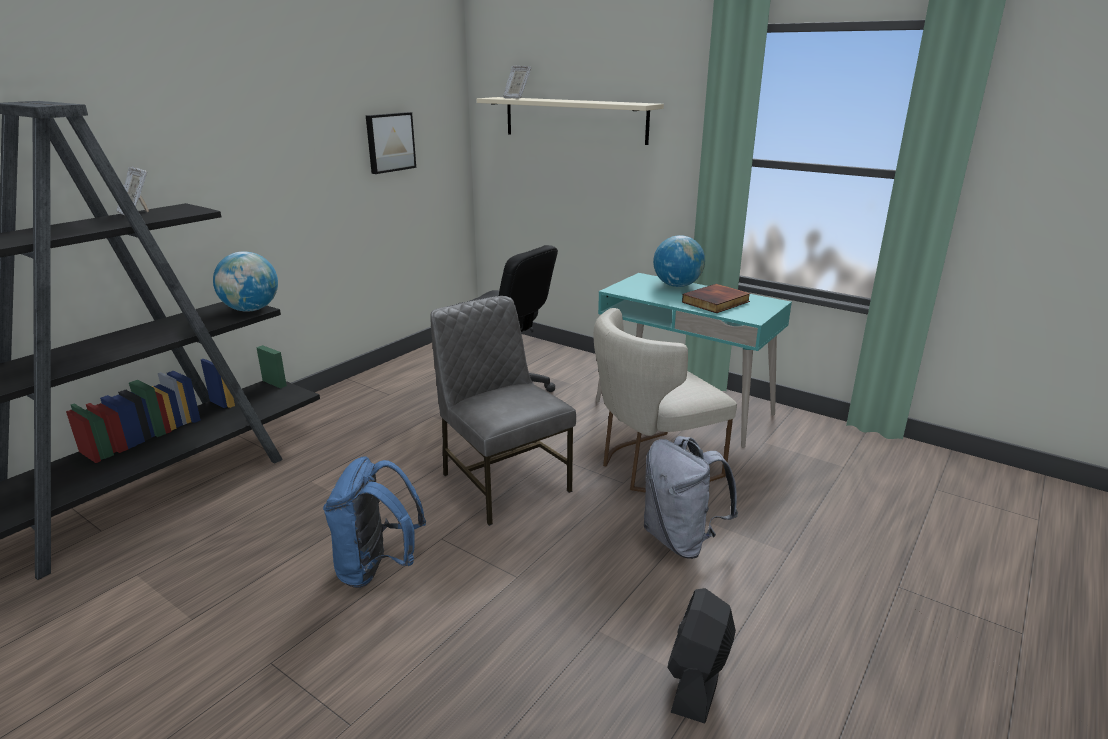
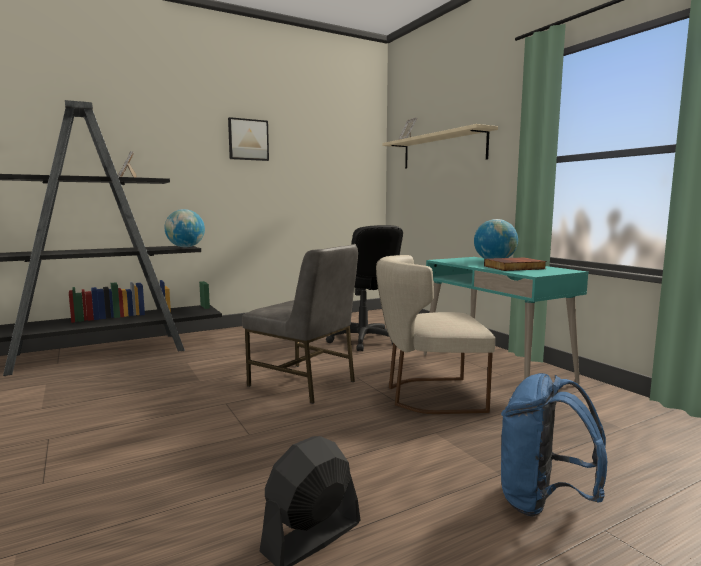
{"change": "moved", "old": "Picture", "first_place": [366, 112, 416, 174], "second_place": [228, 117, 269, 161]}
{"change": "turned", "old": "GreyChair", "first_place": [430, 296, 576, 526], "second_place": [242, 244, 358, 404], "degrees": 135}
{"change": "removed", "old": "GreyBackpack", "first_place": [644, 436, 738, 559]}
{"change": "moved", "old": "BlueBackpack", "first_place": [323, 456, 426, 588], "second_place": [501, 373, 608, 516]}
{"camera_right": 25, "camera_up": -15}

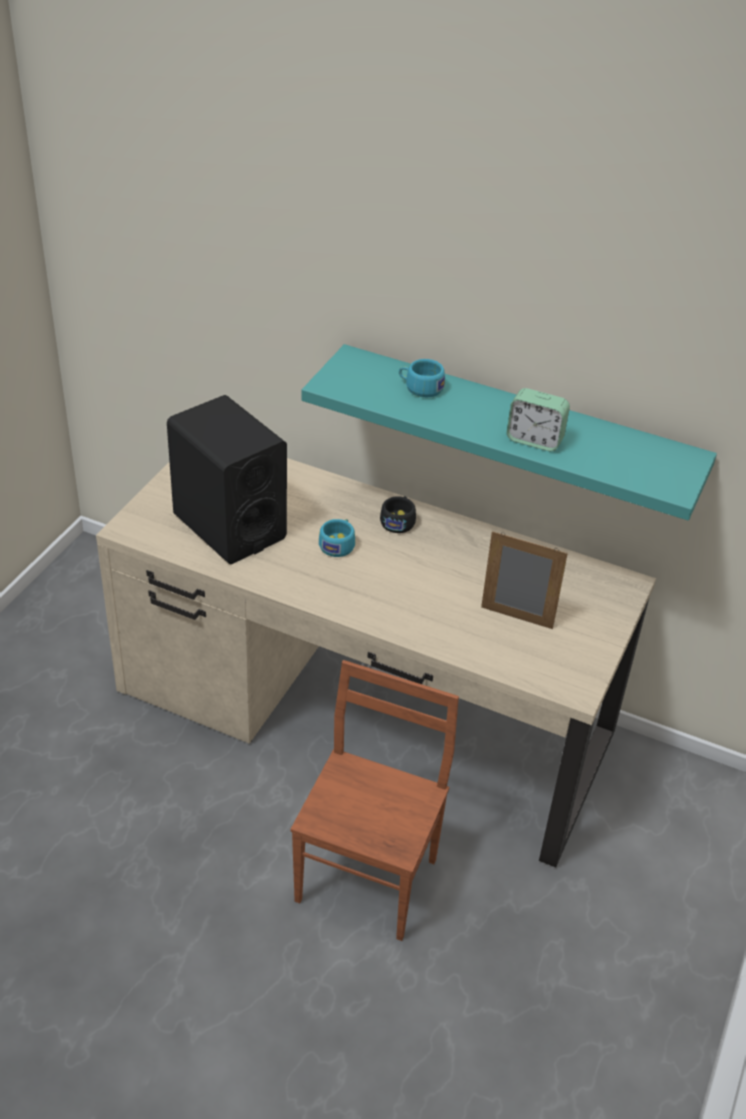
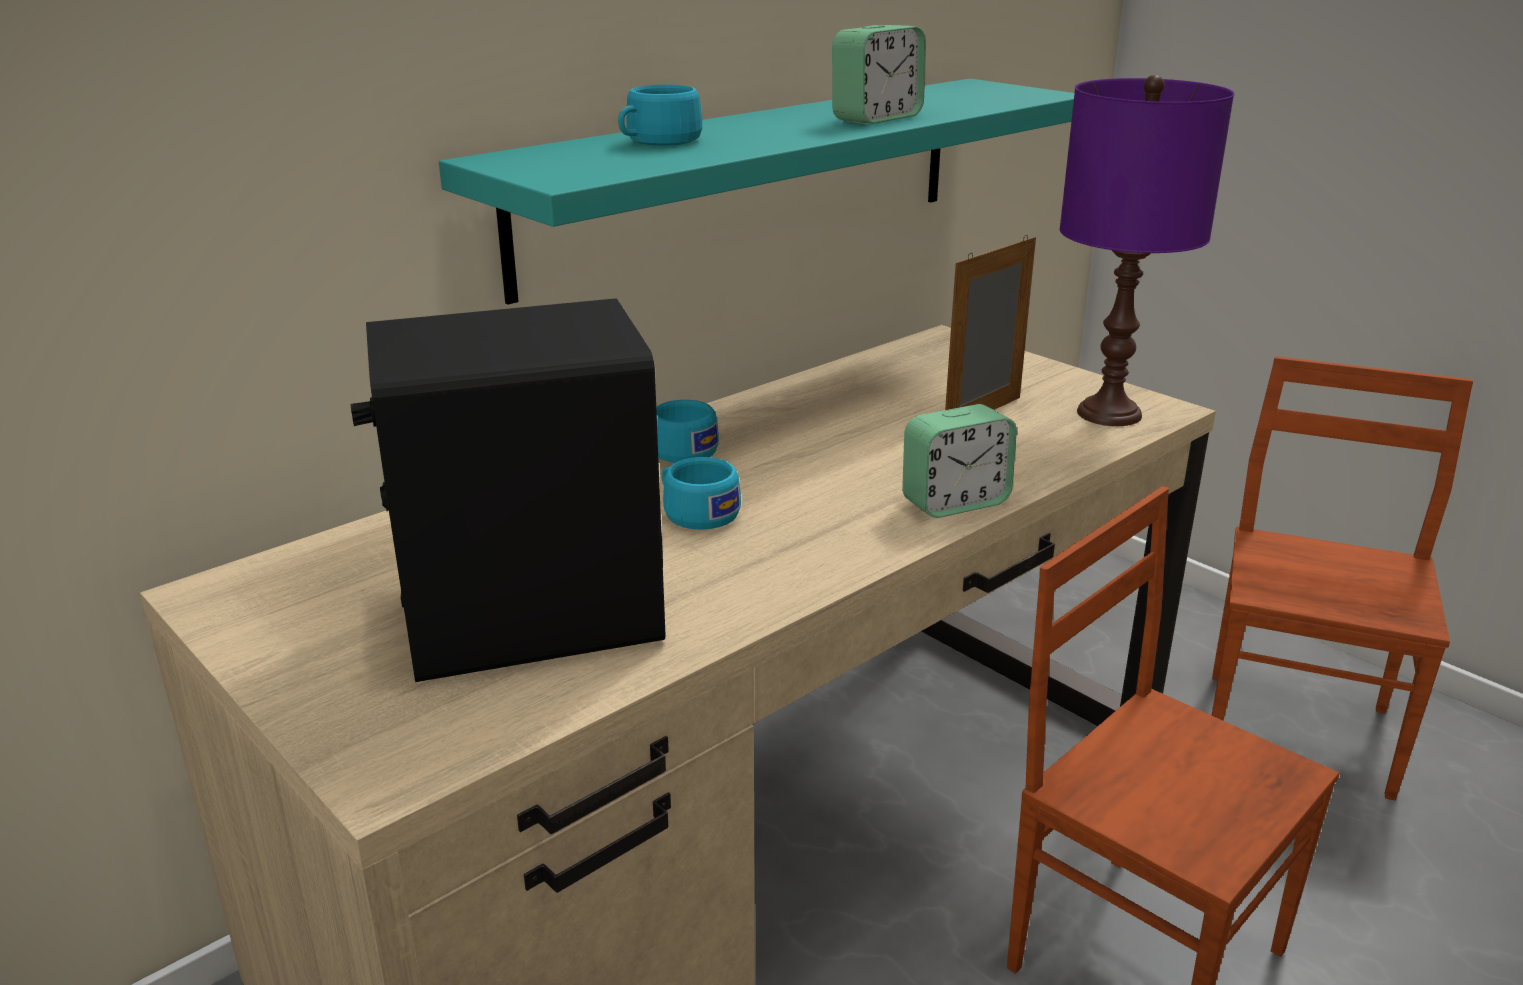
{"change": "recoloured", "old": "BlackCup", "new": "TurquoiseCup", "first_place": [380, 496, 416, 533], "second_place": [656, 400, 719, 463]}
{"change": "added", "new": "PurpleTableLamp", "second_place": [1060, 75, 1234, 426]}
{"change": "added", "new": "BrownChair", "second_place": [1212, 356, 1473, 801]}
{"change": "added", "new": "AlarmClock", "second_place": [902, 404, 1017, 518]}
{"camera_right": -65, "camera_up": -15}

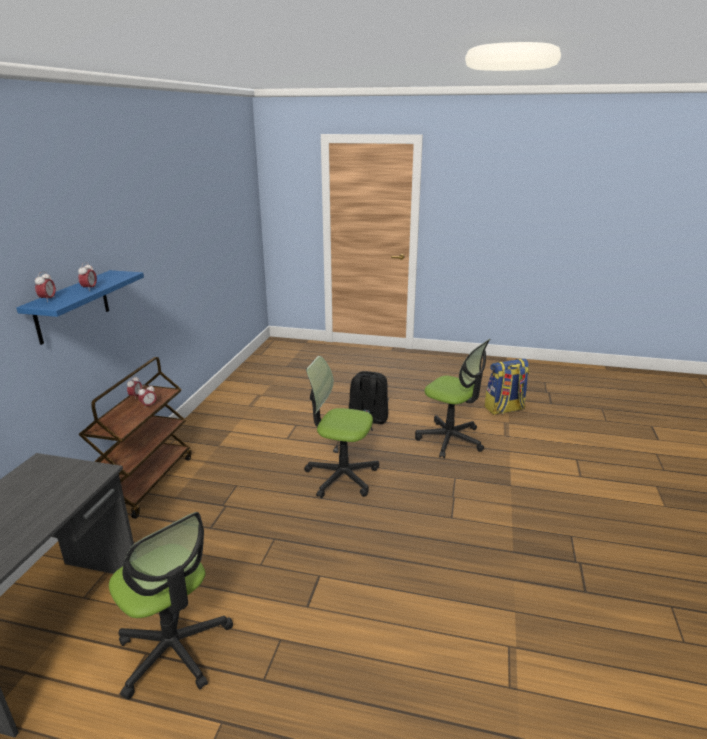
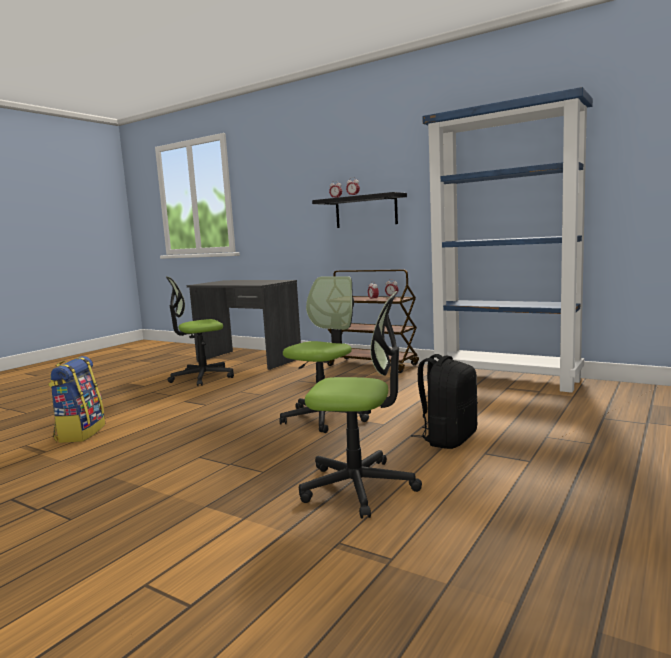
{"change": "recoloured", "old": "BlueShelf", "new": "BlackShelf", "first_place": [16, 270, 144, 345], "second_place": [312, 192, 407, 228]}
{"change": "turned", "old": "OfficeChair", "first_place": [415, 339, 490, 458], "second_place": [299, 291, 422, 519], "degrees": -135}
{"change": "moved", "old": "Backpack", "first_place": [485, 358, 529, 415], "second_place": [48, 356, 105, 443]}
{"change": "added", "new": "BlueBookcase", "second_place": [422, 87, 593, 393]}
{"camera_right": 110, "camera_up": -15}

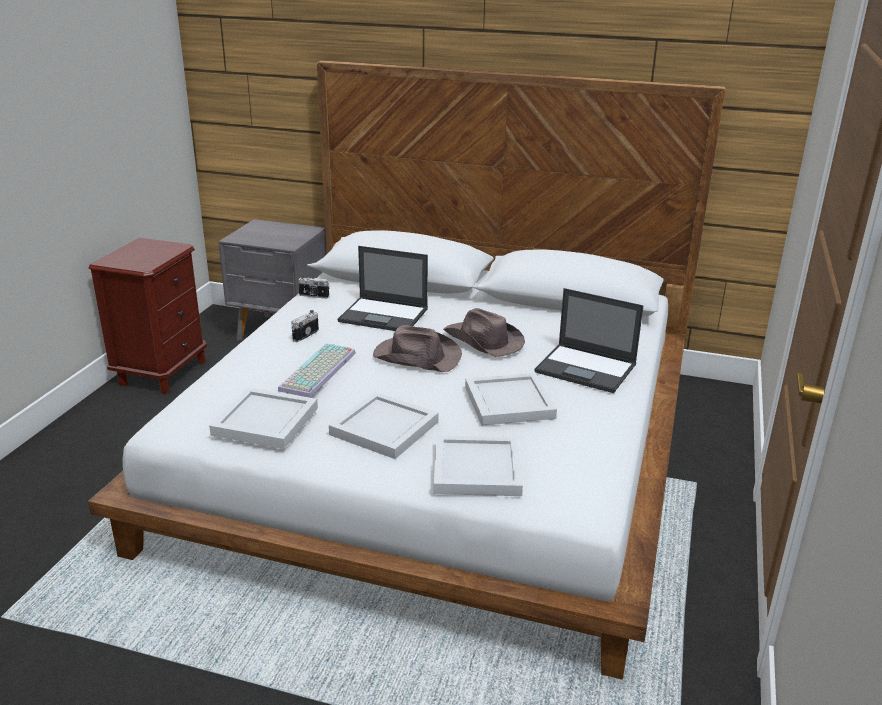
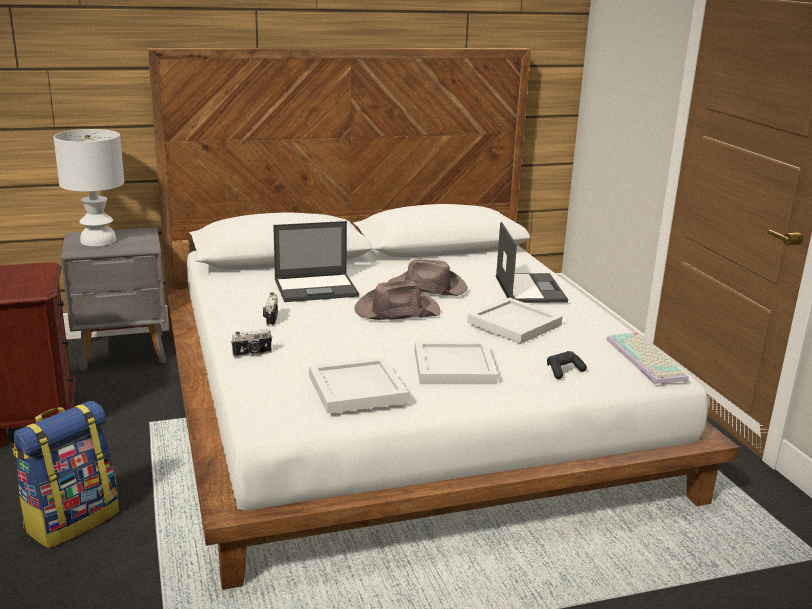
{"change": "moved", "old": "PhotoCamera", "first_place": [298, 276, 330, 299], "second_place": [231, 329, 272, 357]}
{"change": "turned", "old": "Laptop", "first_place": [535, 288, 644, 393], "second_place": [496, 222, 568, 303], "degrees": -90}
{"change": "moved", "old": "Keyboard", "first_place": [278, 344, 356, 398], "second_place": [606, 333, 689, 384]}
{"change": "replaced", "old": "WhiteTray", "new": "BlackGameController", "first_place": [434, 435, 523, 496], "second_place": [547, 351, 587, 379]}
{"change": "added", "new": "WhiteTableLamp", "second_place": [53, 129, 124, 246]}
{"change": "added", "new": "Backpack", "second_place": [12, 401, 119, 548]}
{"camera_right": -35, "camera_up": -5}

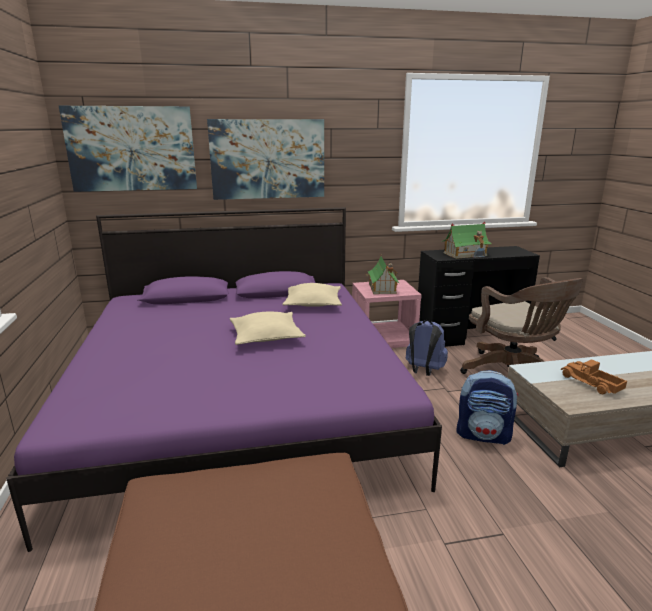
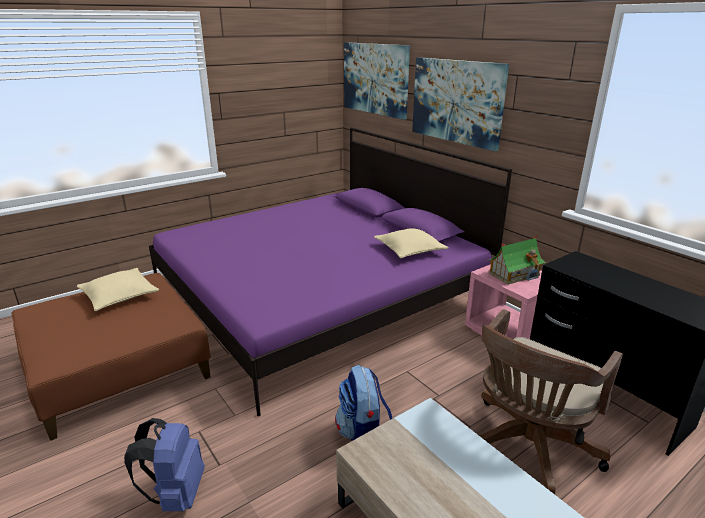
{"change": "removed", "old": "ToyHouse", "first_place": [441, 221, 491, 259]}
{"change": "moved", "old": "BeigePillow", "first_place": [230, 312, 306, 345], "second_place": [77, 268, 159, 311]}
{"change": "moved", "old": "BlueBackpack", "first_place": [406, 320, 448, 376], "second_place": [124, 418, 205, 511]}
{"change": "removed", "old": "ToyTruck", "first_place": [561, 359, 627, 394]}
{"camera_right": 65, "camera_up": 5}

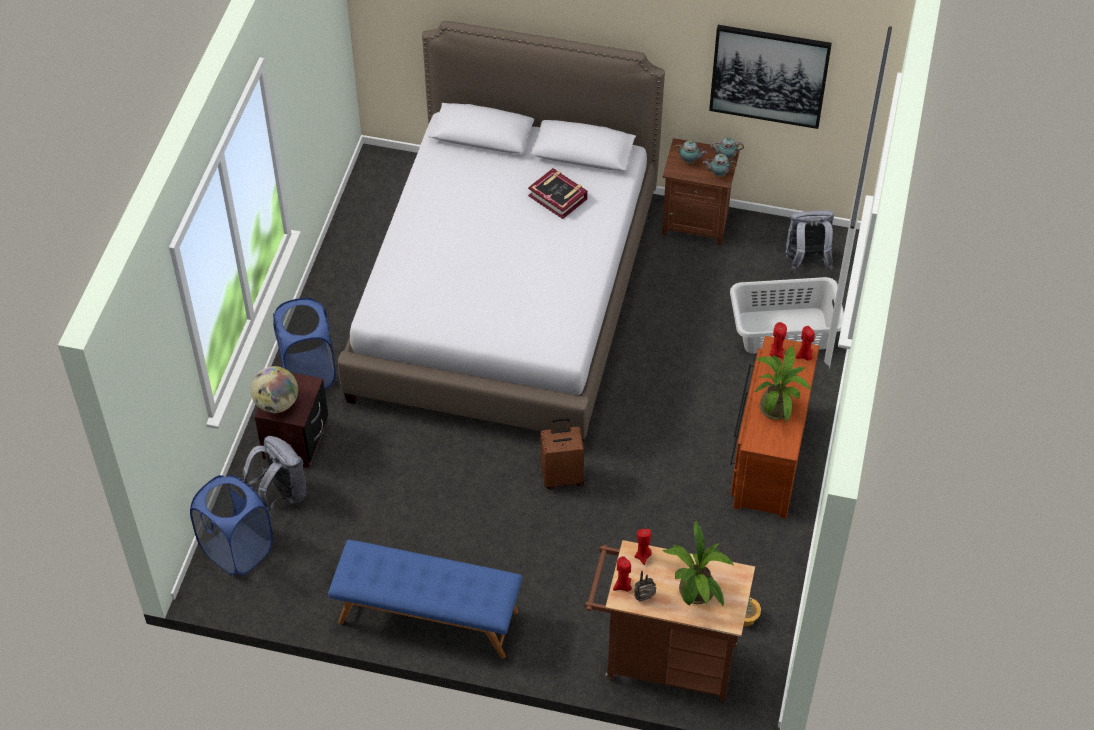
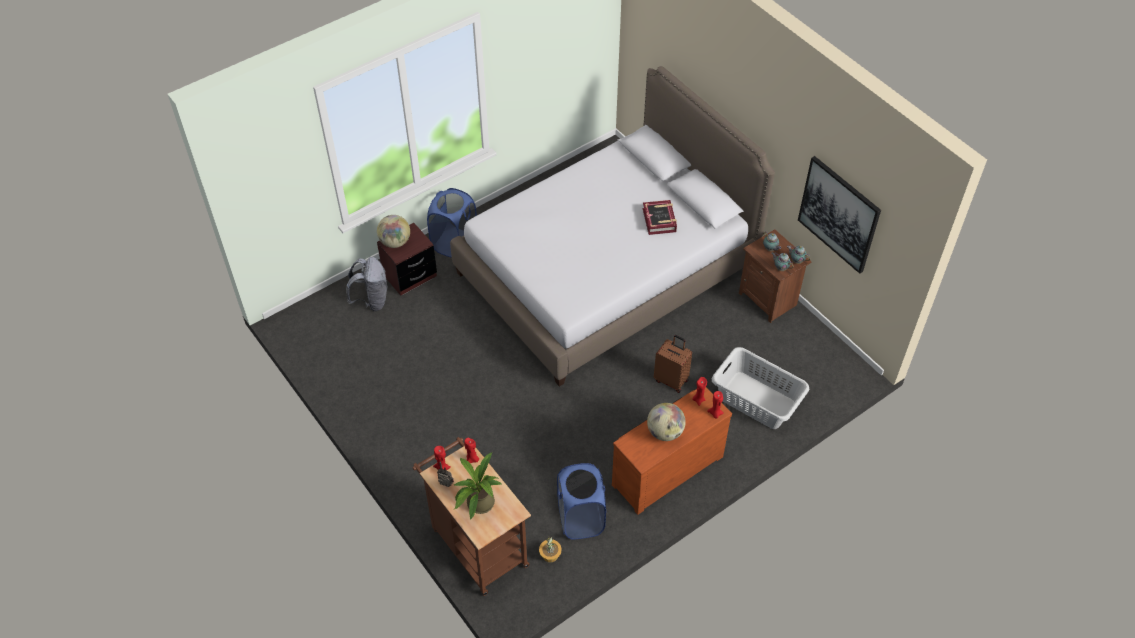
{"change": "removed", "old": "GreyBackpack", "first_place": [784, 210, 834, 271]}
{"change": "replaced", "old": "PottedPlant", "new": "Globe", "first_place": [754, 346, 811, 423], "second_place": [647, 403, 686, 441]}
{"change": "moved", "old": "BrownSuitcase", "first_place": [540, 417, 584, 489], "second_place": [654, 335, 692, 393]}
{"change": "moved", "old": "BlueLaundryBasket", "first_place": [190, 475, 273, 575], "second_place": [557, 463, 606, 540]}
{"change": "removed", "old": "BlueBench", "first_place": [328, 540, 522, 659]}
{"camera_right": 40, "camera_up": 0}

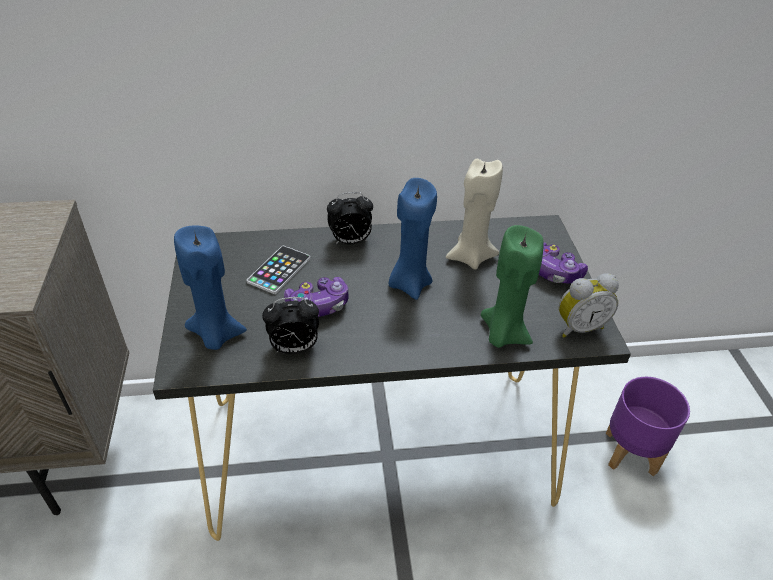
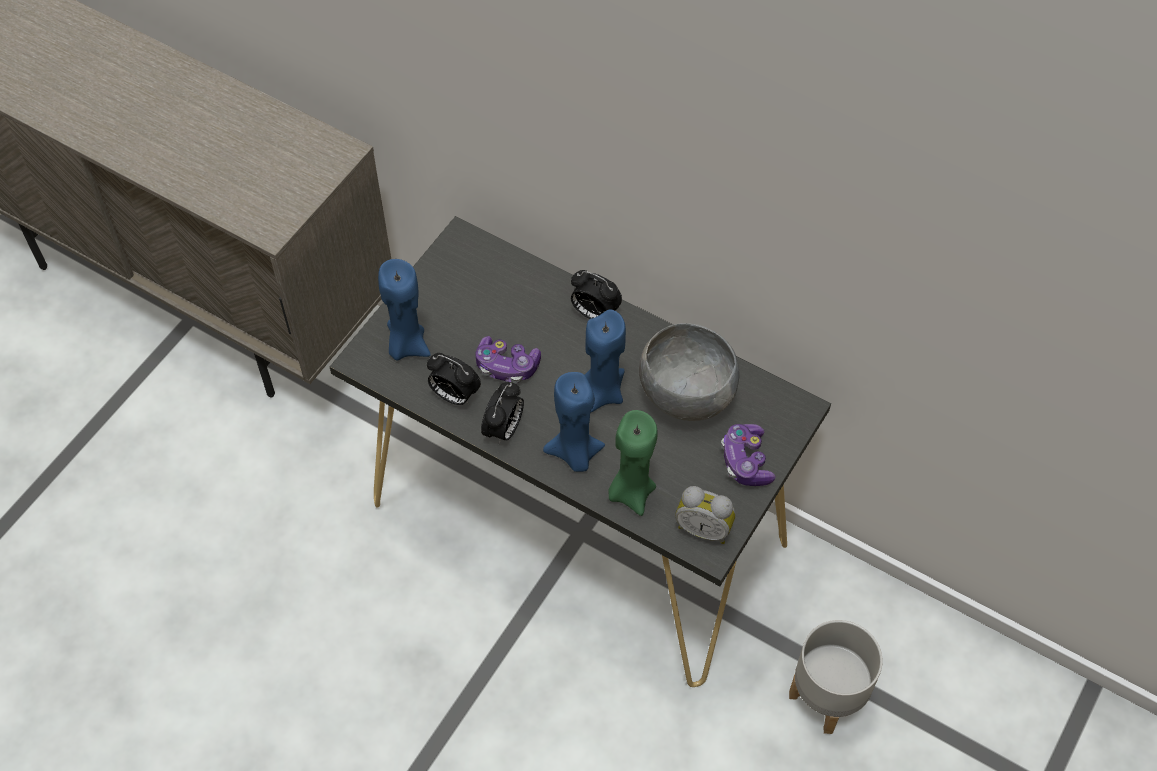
{"change": "replaced", "old": "BeigeCandle", "new": "GreyBowl", "first_place": [446, 159, 503, 270], "second_place": [639, 323, 740, 421]}
{"change": "removed", "old": "Phone", "first_place": [247, 246, 310, 294]}
{"change": "recoloured", "old": "PurplePlanter", "new": "GreyPlanter", "first_place": [606, 377, 690, 476], "second_place": [789, 620, 883, 734]}
{"change": "added", "new": "BlueCandle", "second_place": [543, 372, 605, 472]}
{"change": "added", "new": "AlarmClock", "second_place": [481, 382, 524, 444]}
{"camera_right": 40, "camera_up": 15}

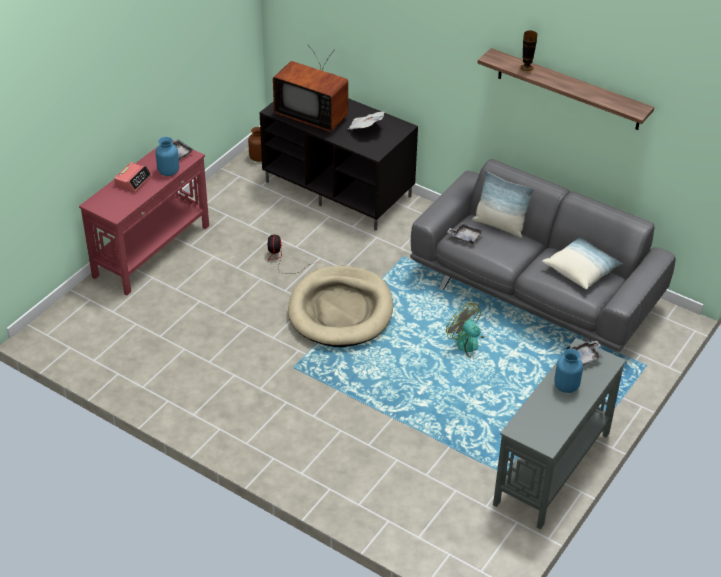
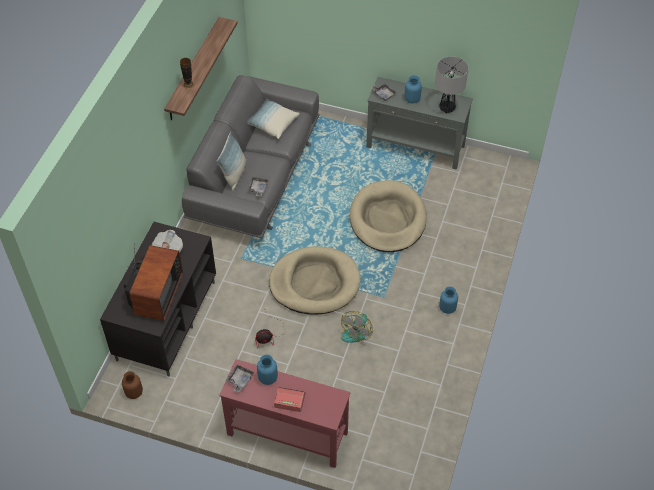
{"change": "moved", "old": "Fan", "first_place": [446, 303, 487, 360], "second_place": [341, 311, 373, 343]}
{"change": "added", "new": "TableLamp", "second_place": [435, 56, 468, 113]}
{"change": "added", "new": "BeigeDogBed", "second_place": [350, 180, 427, 252]}
{"change": "added", "new": "BlueVase", "second_place": [439, 286, 458, 314]}
{"camera_right": -105, "camera_up": 10}

